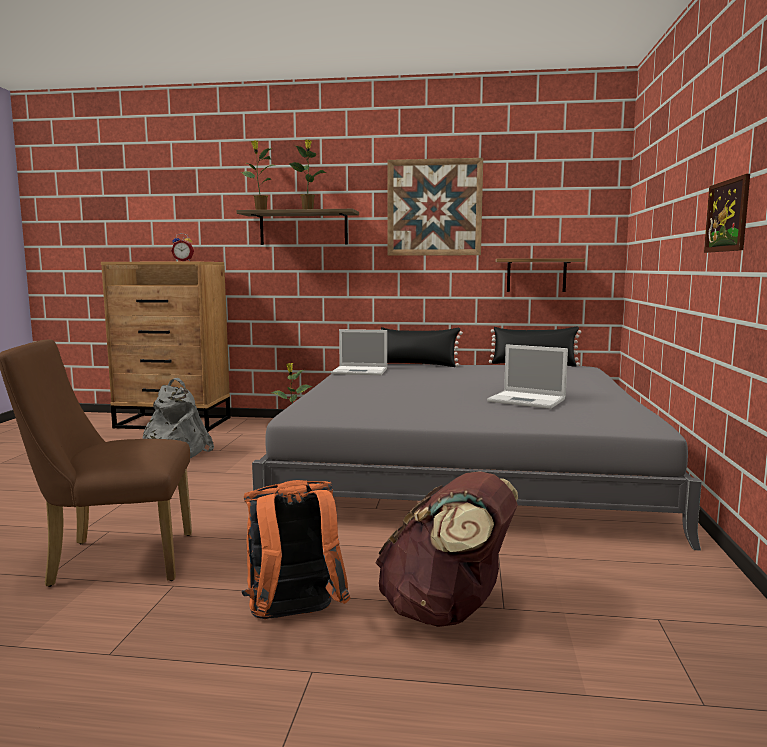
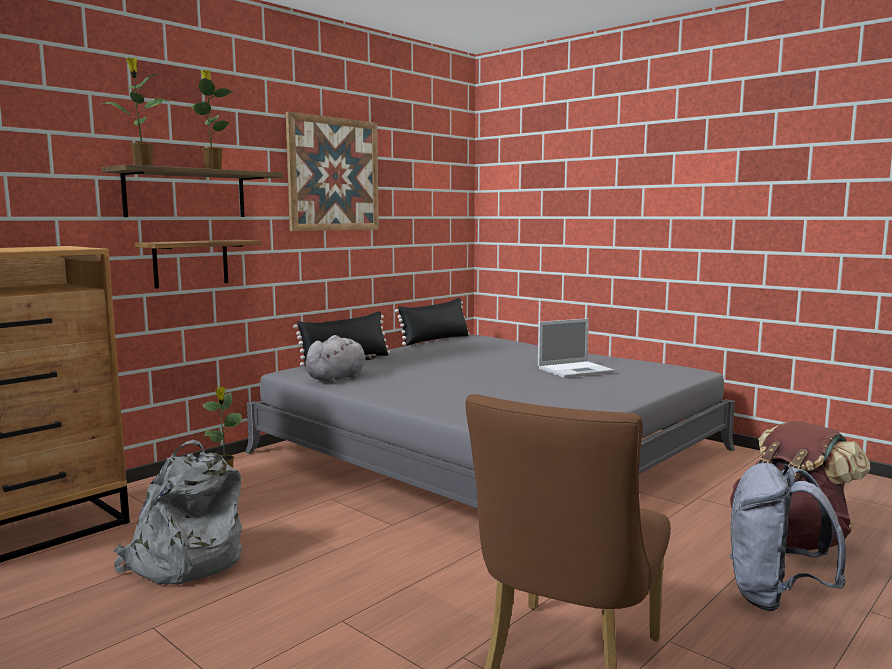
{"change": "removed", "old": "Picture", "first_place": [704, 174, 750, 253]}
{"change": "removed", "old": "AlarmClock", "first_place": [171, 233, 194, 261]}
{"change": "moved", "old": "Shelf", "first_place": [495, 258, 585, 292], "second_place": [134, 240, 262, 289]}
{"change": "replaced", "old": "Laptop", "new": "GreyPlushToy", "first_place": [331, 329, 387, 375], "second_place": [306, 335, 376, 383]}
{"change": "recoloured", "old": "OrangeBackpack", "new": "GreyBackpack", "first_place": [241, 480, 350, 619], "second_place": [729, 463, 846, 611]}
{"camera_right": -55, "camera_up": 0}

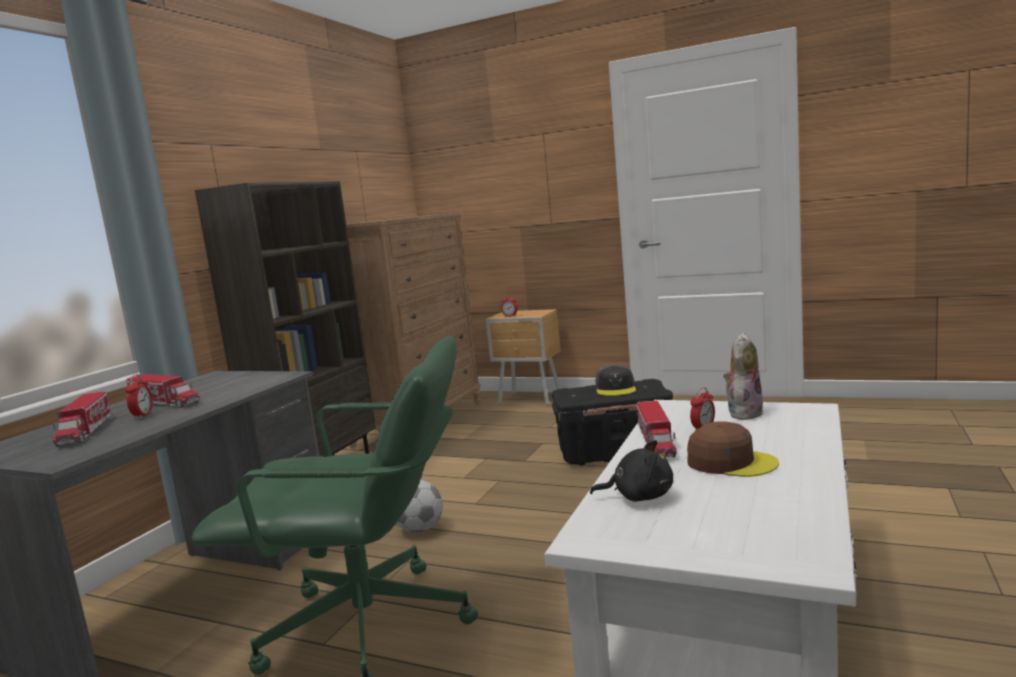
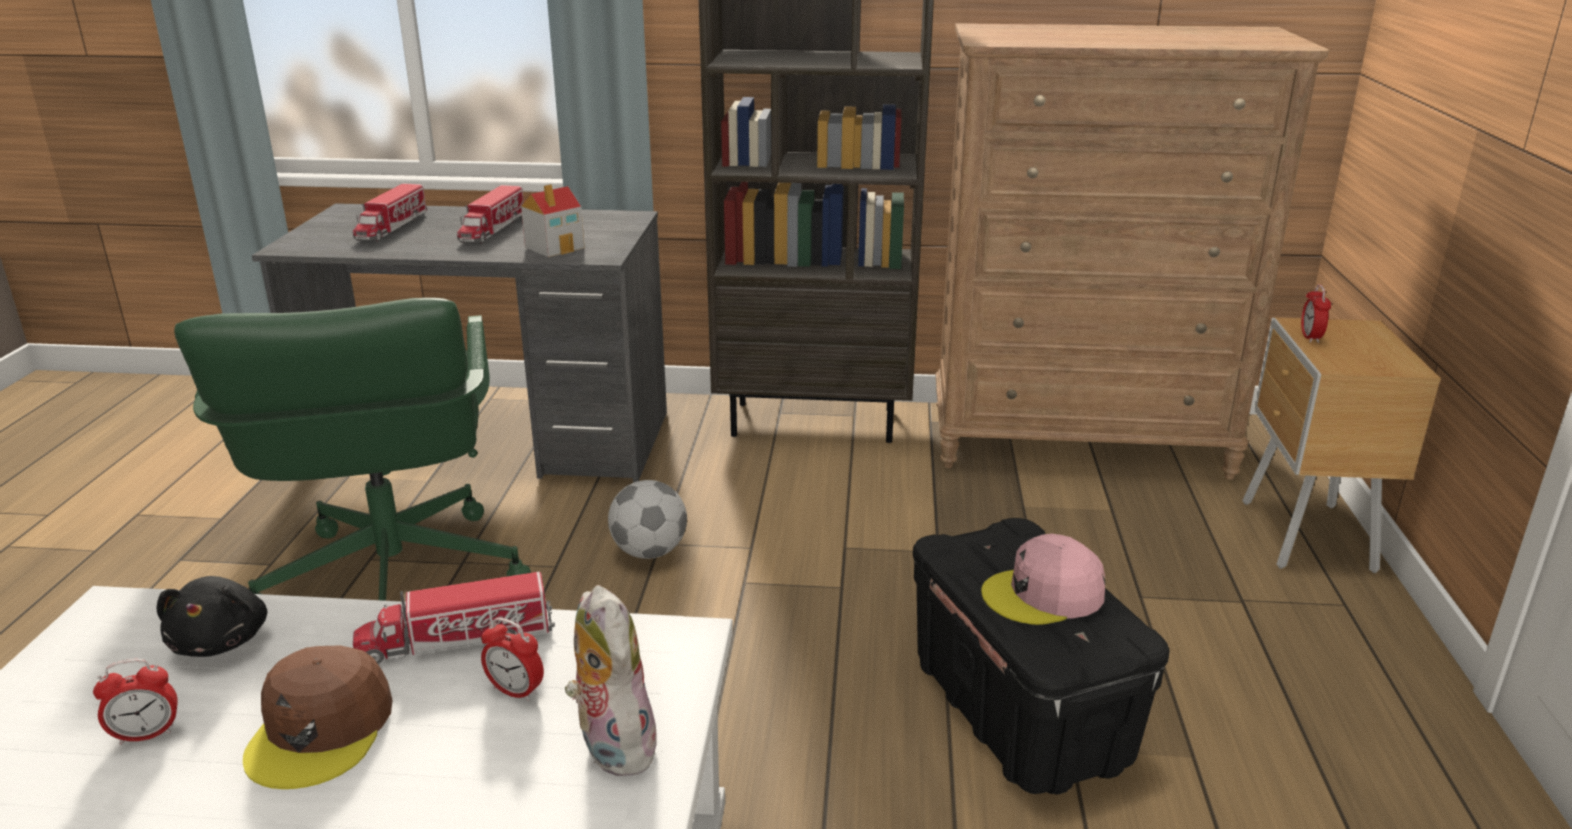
{"change": "turned", "old": "PlushToy", "first_place": [723, 333, 763, 420], "second_place": [565, 585, 657, 776], "degrees": -135}
{"change": "recoloured", "old": "GreyCap", "new": "PinkCap", "first_place": [595, 365, 636, 396], "second_place": [981, 534, 1105, 625]}
{"change": "moved", "old": "AlarmClock", "first_place": [125, 374, 152, 419], "second_place": [93, 659, 178, 745]}
{"change": "turned", "old": "ToyTruck", "first_place": [53, 391, 111, 447], "second_place": [353, 183, 427, 242], "degrees": -45}
{"change": "added", "new": "ToyHouse", "second_place": [521, 184, 585, 257]}
{"camera_right": 70, "camera_up": 15}

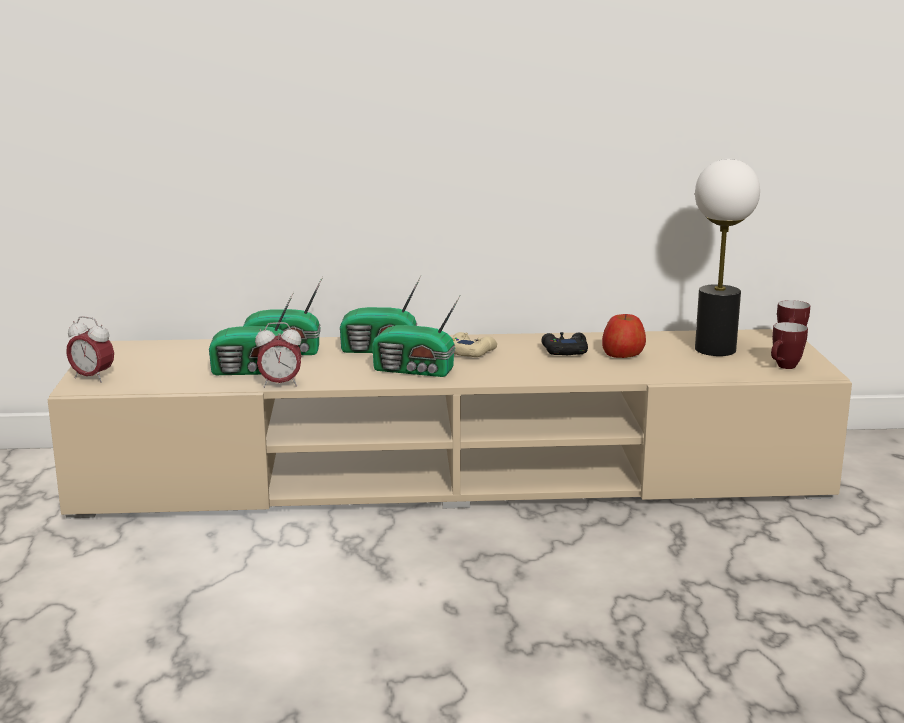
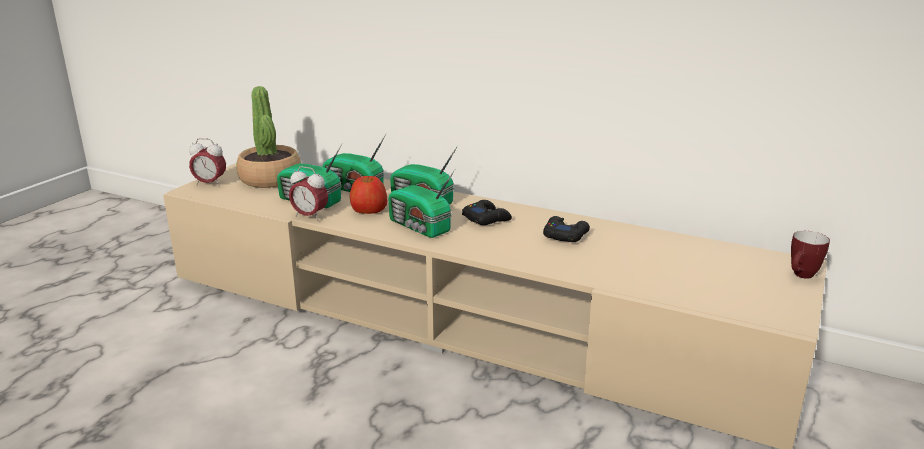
{"change": "removed", "old": "TableLamp", "first_place": [695, 159, 760, 356]}
{"change": "moved", "old": "Apple", "first_place": [602, 314, 646, 358], "second_place": [350, 176, 387, 214]}
{"change": "turned", "old": "AlarmClock", "first_place": [66, 316, 114, 382], "second_place": [189, 138, 226, 187], "degrees": -45}
{"change": "removed", "old": "Mug", "first_place": [771, 322, 808, 369]}
{"change": "recoloured", "old": "BeigeGameController", "new": "BlackGameController", "first_place": [452, 332, 497, 357], "second_place": [462, 200, 512, 225]}
{"change": "added", "new": "PottedPlant", "second_place": [237, 86, 301, 188]}
{"camera_right": 30, "camera_up": 5}

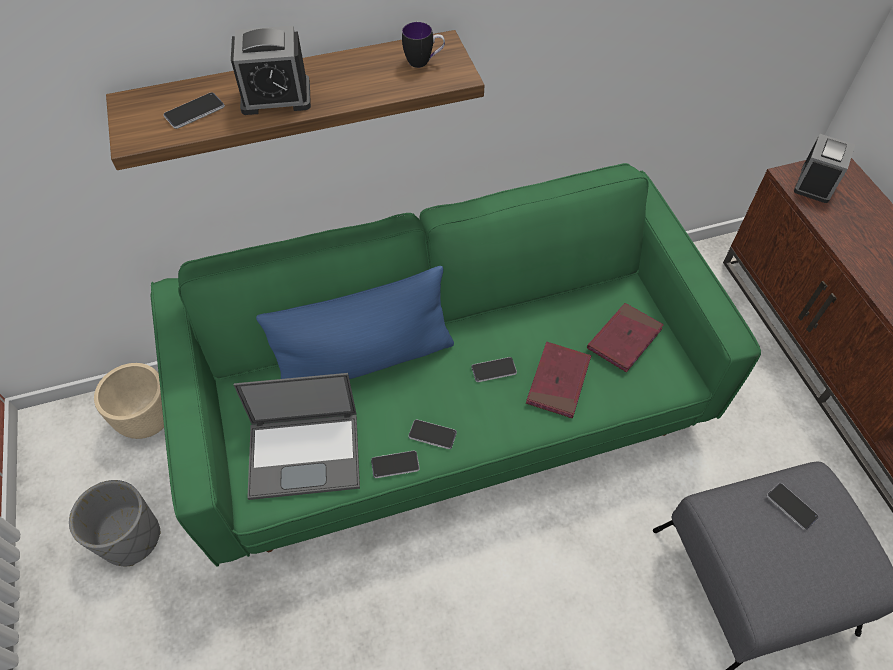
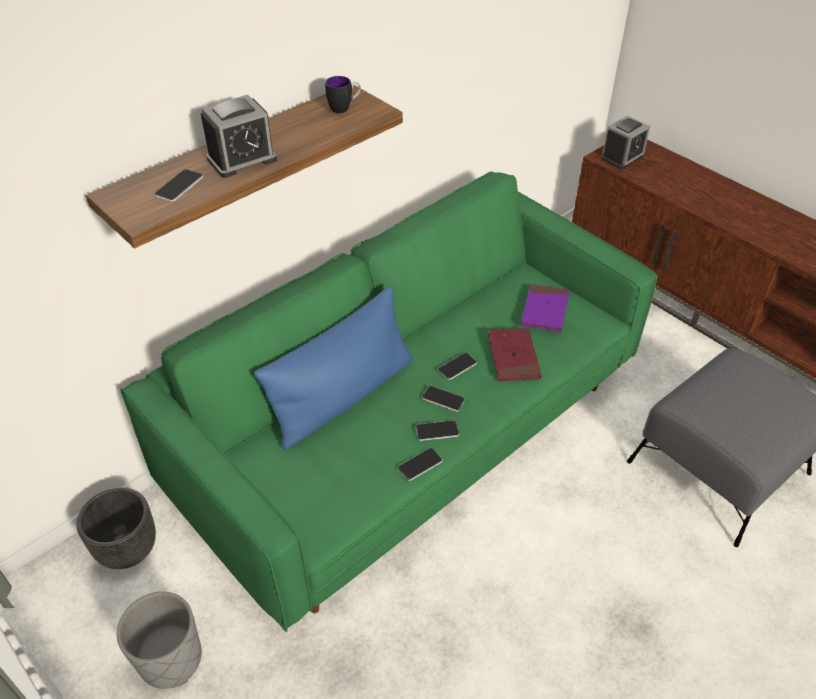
{"change": "turned", "old": "AlarmClock", "first_place": [794, 134, 855, 203], "second_place": [601, 116, 650, 169], "degrees": 45}
{"change": "recoloured", "old": "RedBook", "new": "PurpleBook", "first_place": [587, 303, 664, 372], "second_place": [521, 284, 569, 332]}
{"change": "recoloured", "old": "BeigePlanter", "new": "BlackPlanter", "first_place": [94, 363, 164, 439], "second_place": [76, 487, 156, 569]}
{"change": "removed", "old": "Laptop", "first_place": [234, 373, 360, 500]}
{"change": "moved", "old": "Phone", "first_place": [767, 483, 819, 530], "second_place": [422, 386, 465, 412]}
{"camera_right": -25, "camera_up": -10}

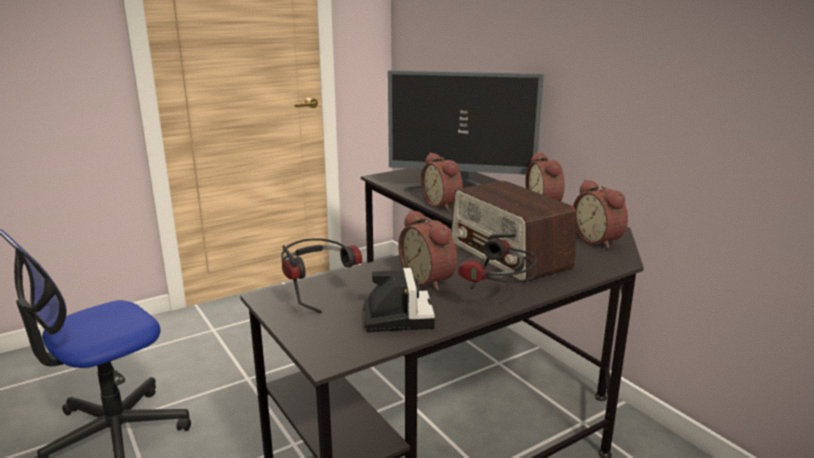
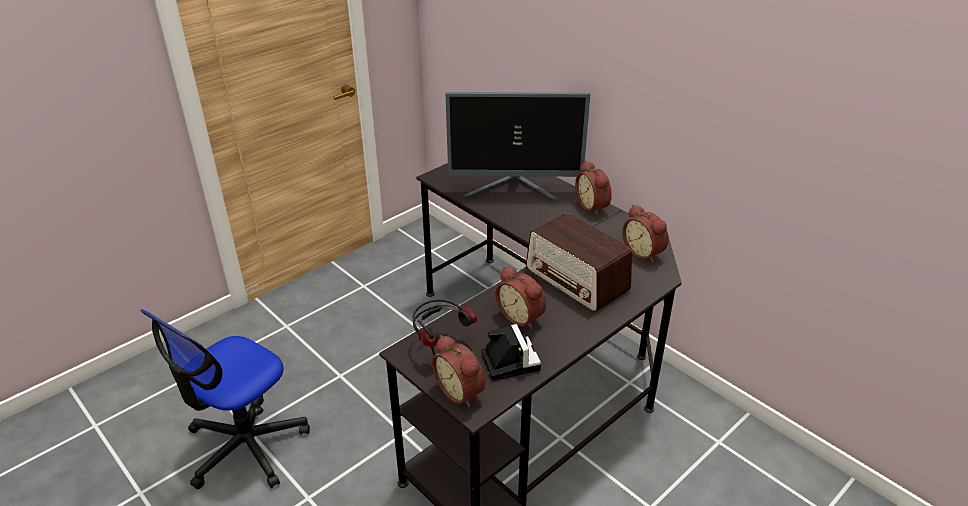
{"change": "moved", "old": "AlarmClock", "first_place": [421, 152, 463, 211], "second_place": [432, 335, 485, 407]}
{"change": "removed", "old": "Headphones", "first_place": [458, 234, 538, 289]}
{"camera_right": -10, "camera_up": 15}

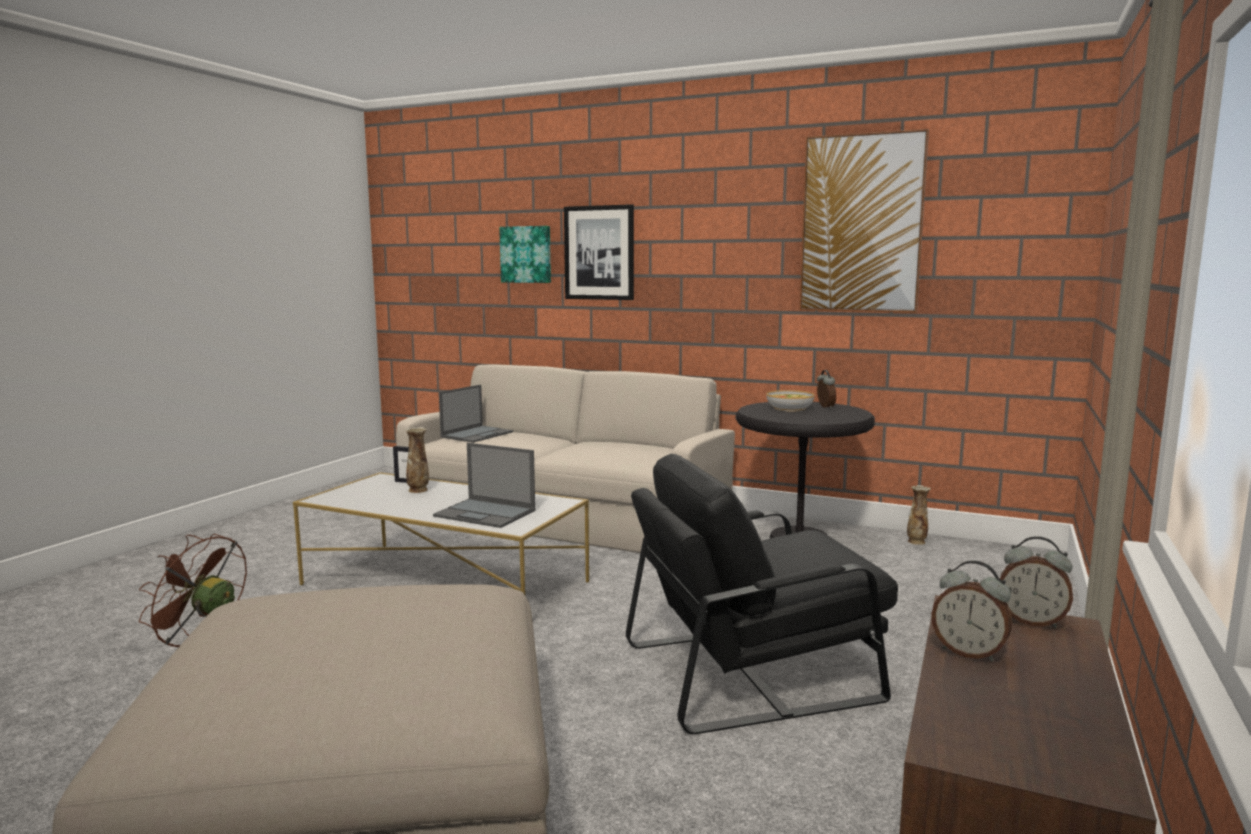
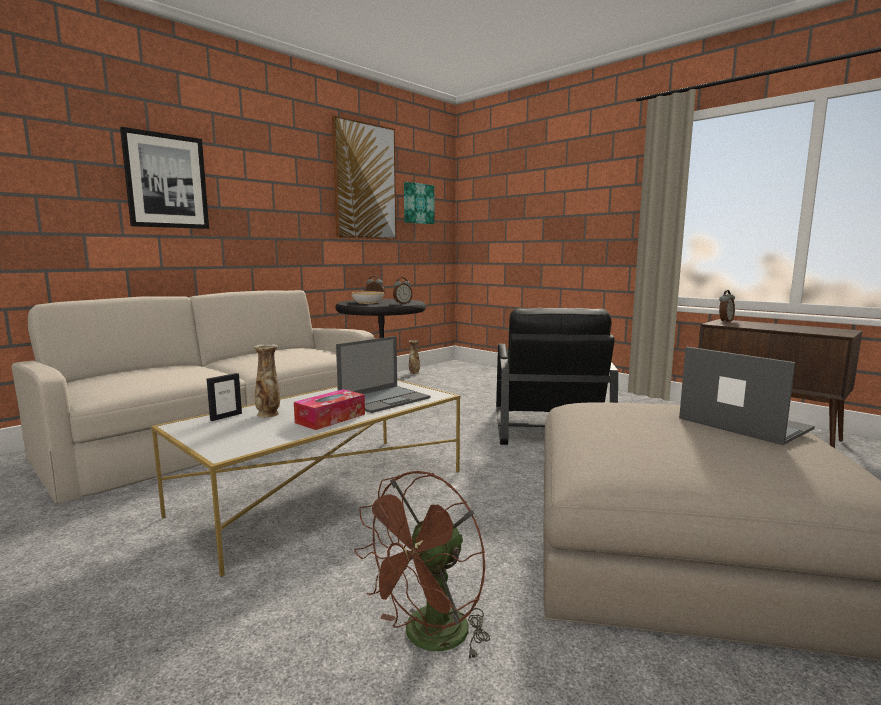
{"change": "moved", "old": "Picture", "first_place": [499, 226, 551, 283], "second_place": [404, 182, 434, 224]}
{"change": "moved", "old": "Laptop", "first_place": [439, 385, 513, 443], "second_place": [679, 347, 814, 445]}
{"change": "moved", "old": "AlarmClock", "first_place": [931, 560, 1012, 662], "second_place": [393, 277, 413, 304]}
{"change": "added", "new": "TissueBox", "second_place": [294, 389, 365, 430]}
{"camera_right": -70, "camera_up": 0}

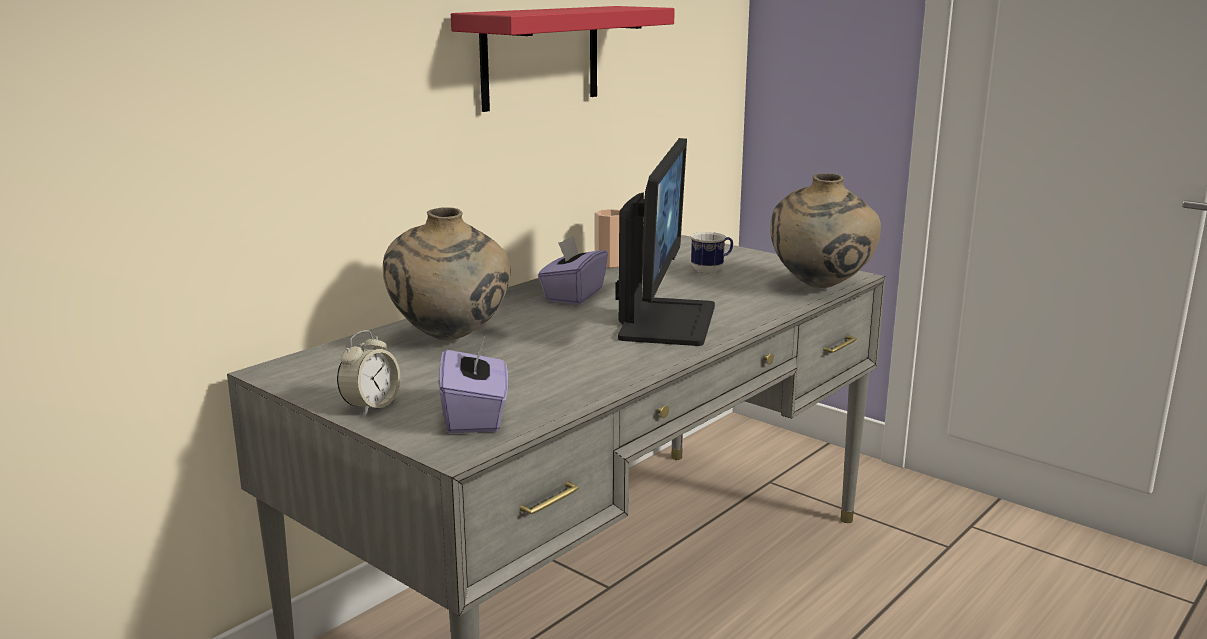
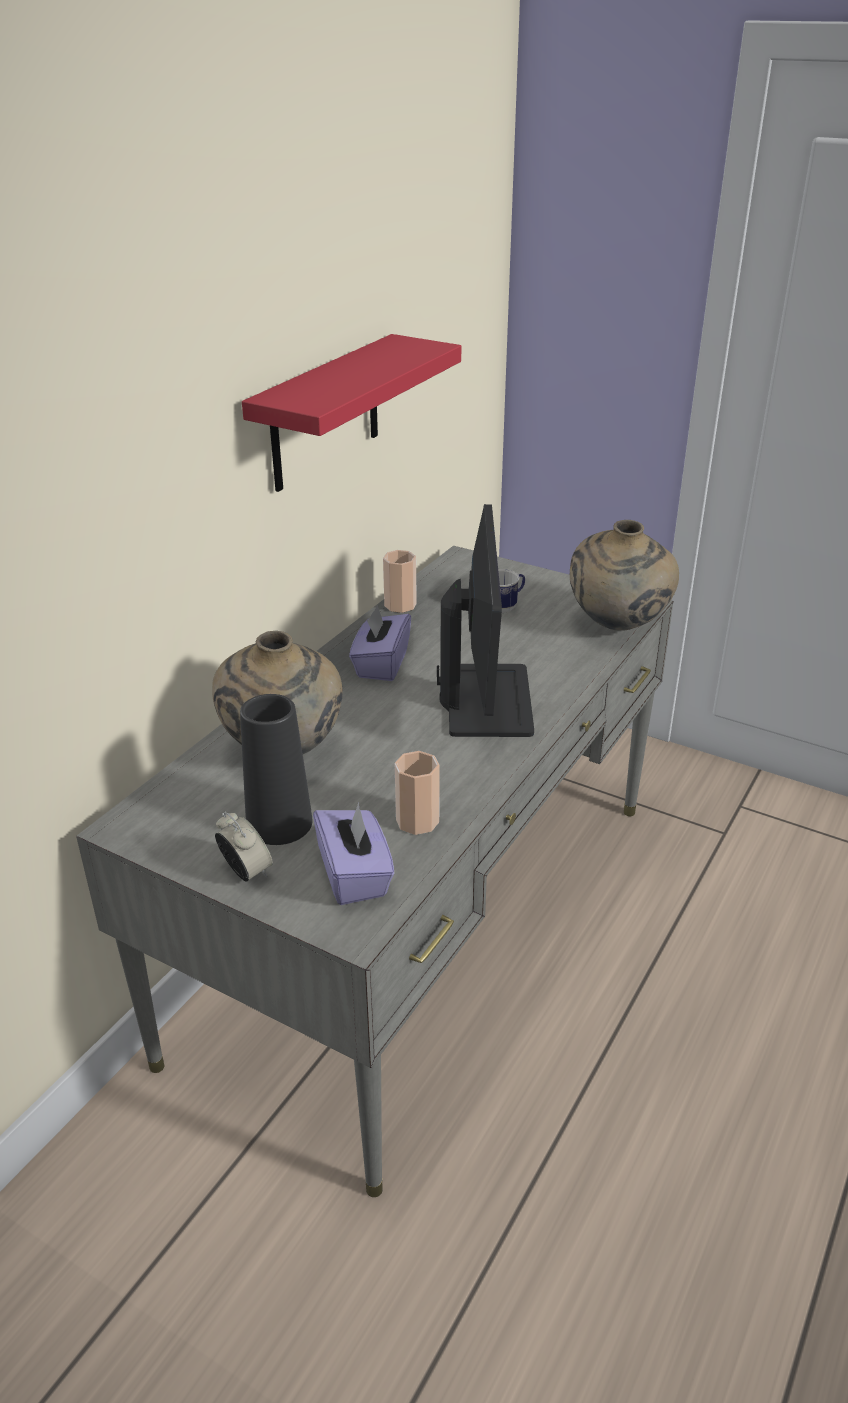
{"change": "turned", "old": "AlarmClock", "first_place": [337, 330, 400, 415], "second_place": [215, 812, 273, 882], "degrees": -60}
{"change": "added", "new": "BlackVase", "second_place": [240, 694, 313, 845]}
{"change": "added", "new": "Cup", "second_place": [395, 751, 440, 835]}
{"camera_right": -10, "camera_up": 15}

